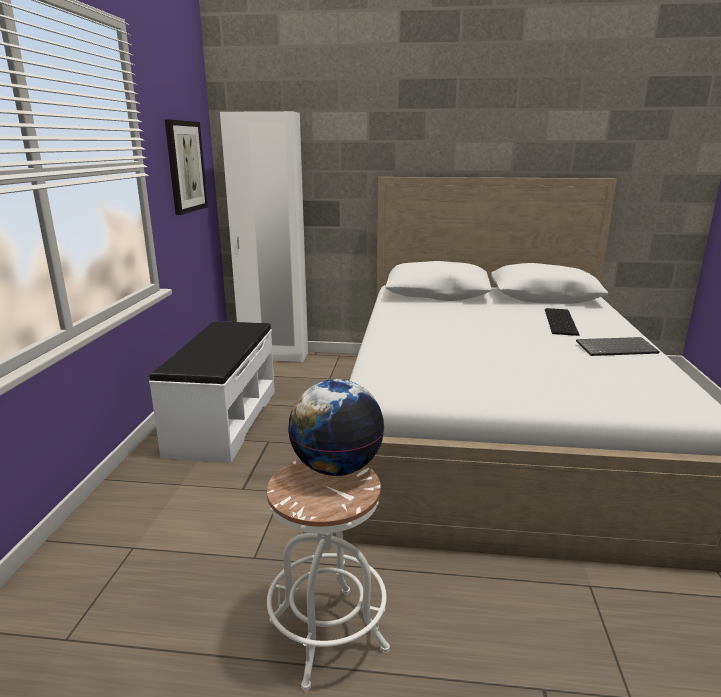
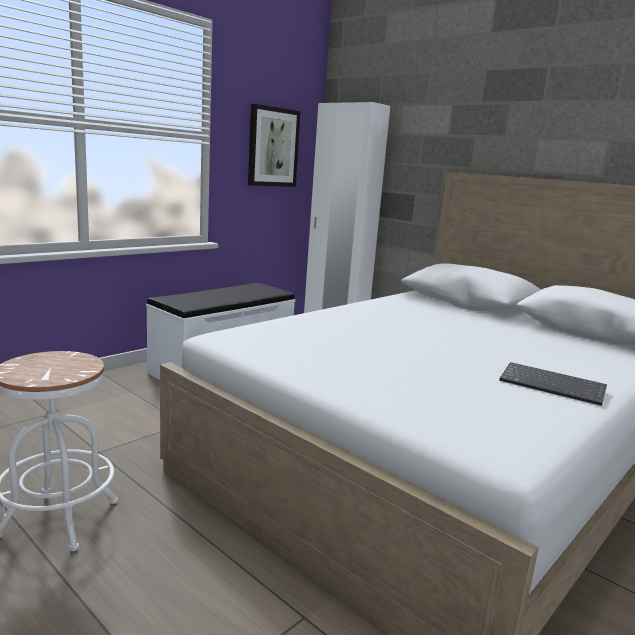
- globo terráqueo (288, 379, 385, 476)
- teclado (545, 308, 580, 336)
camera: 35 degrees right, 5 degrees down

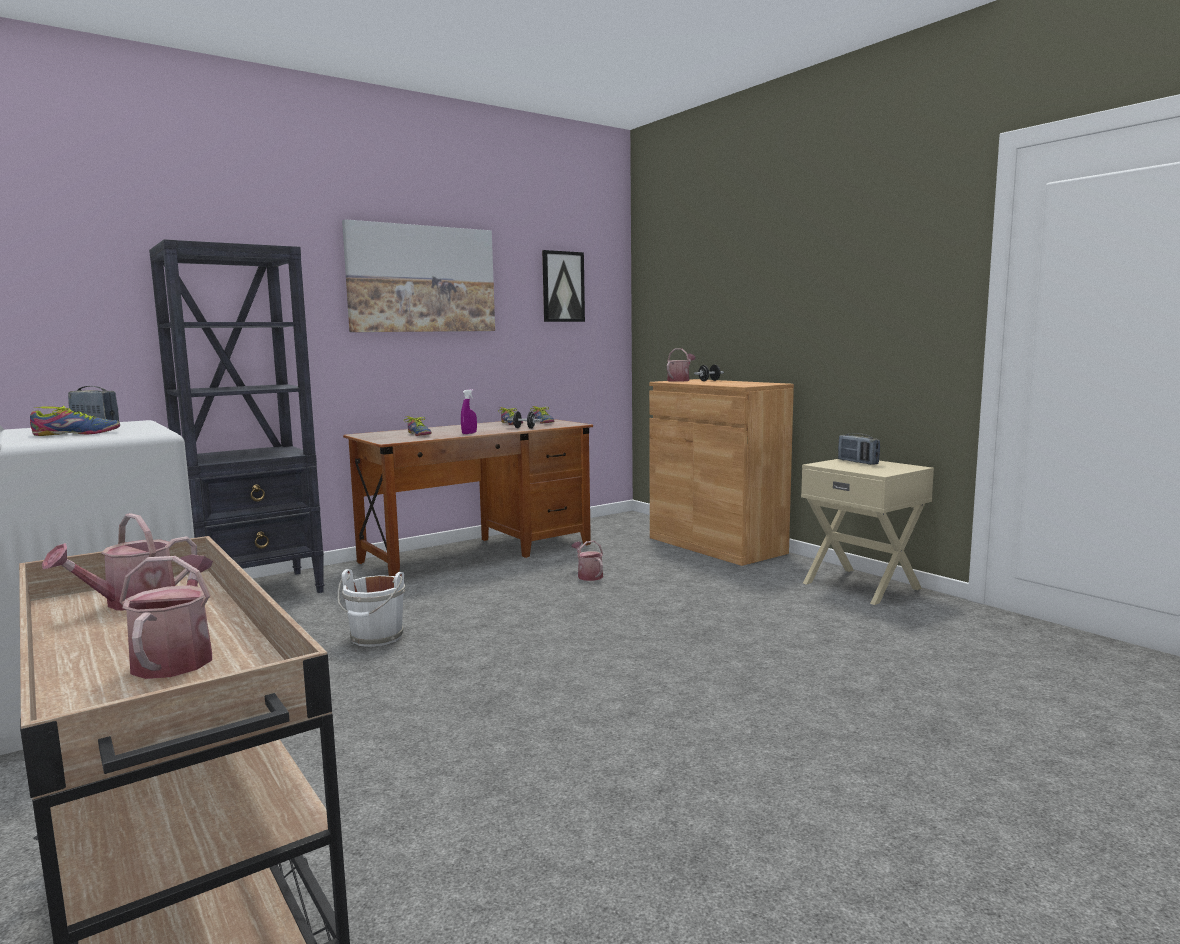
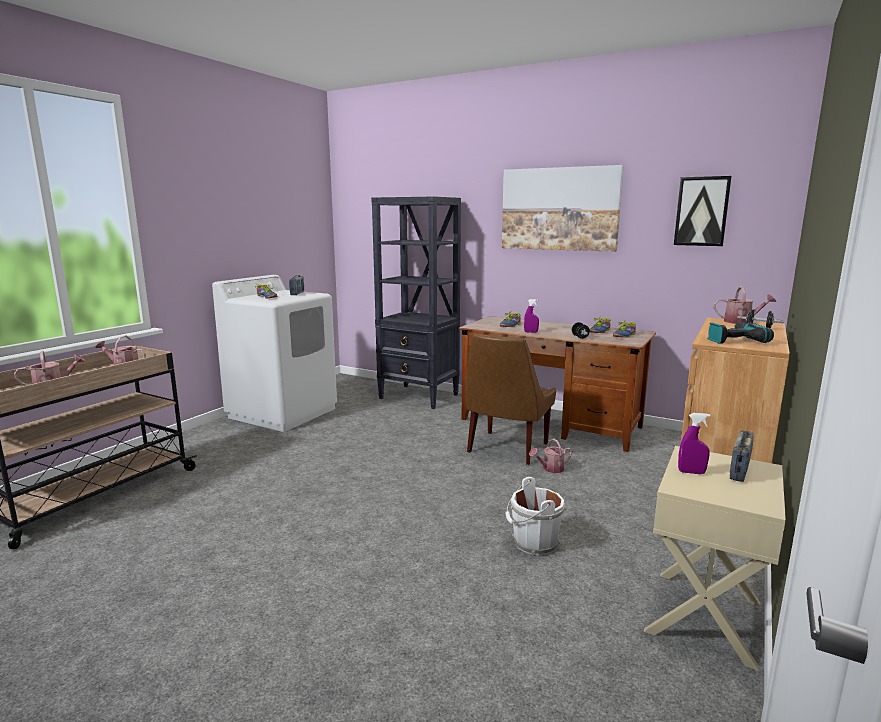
+ silla (marrón) (465, 333, 556, 465)
~ cubo (blanco) (338, 569, 405, 647) to (506, 477, 566, 555)
~ regadera (571, 540, 603, 581) = (529, 439, 572, 473) 150 degrees counterclockwise
+ pulverizador (morado) (678, 413, 711, 474)
+ taladro (707, 322, 774, 344)
camera: 65 degrees right, 5 degrees up

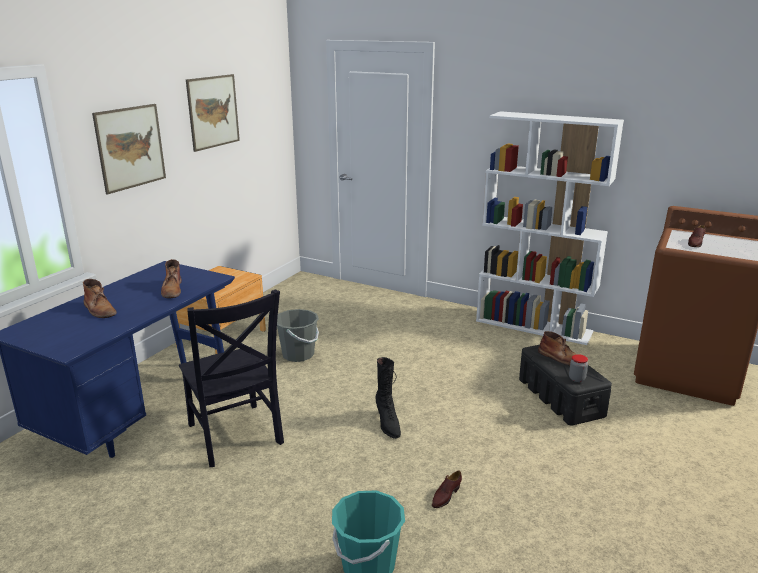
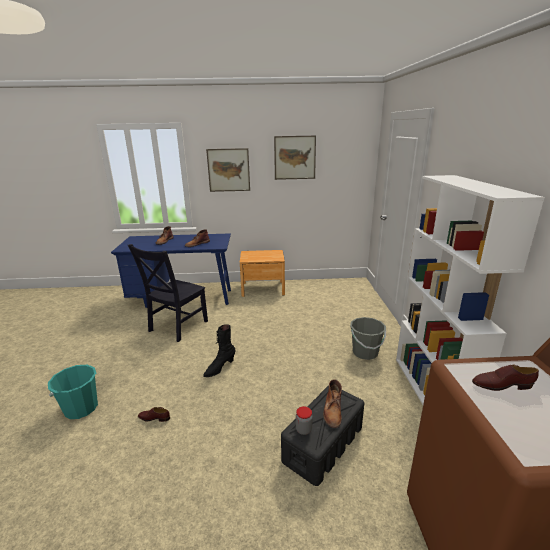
~ cubo (gris) (277, 309, 319, 362) to (350, 317, 386, 360)
camera: 60 degrees right, 0 degrees up

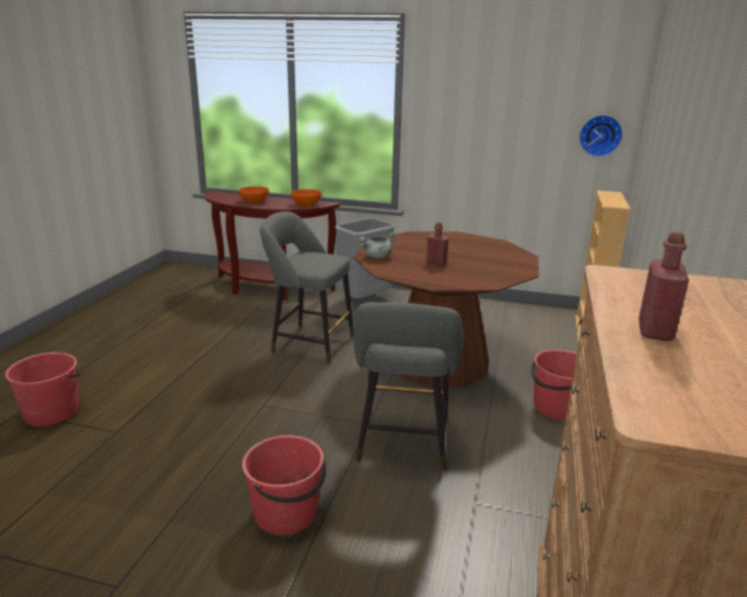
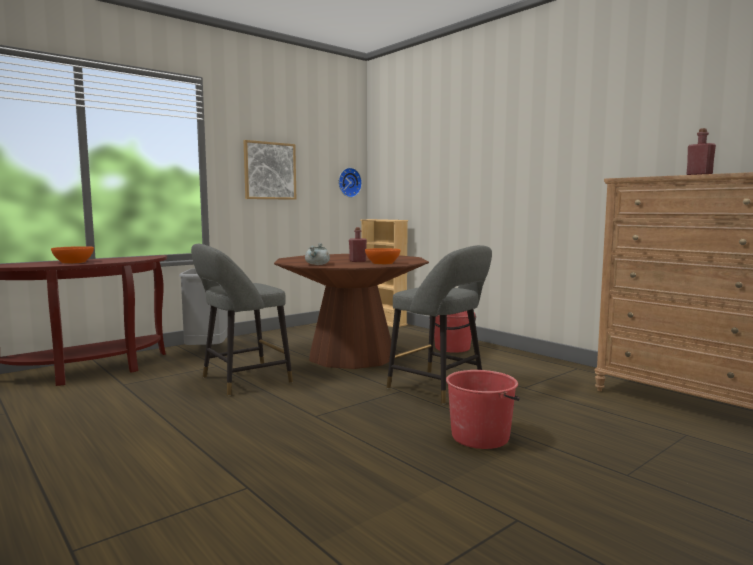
+ cuadro (243, 140, 296, 200)
~ cuenco (naranja) (290, 189, 322, 207) to (365, 248, 400, 264)
- cubo (rojo) (5, 352, 81, 426)
camera: 55 degrees left, 15 degrees down

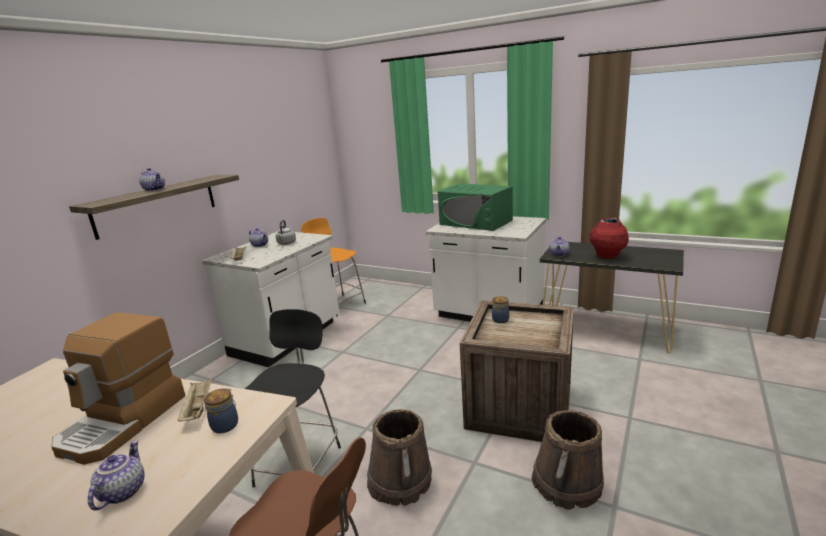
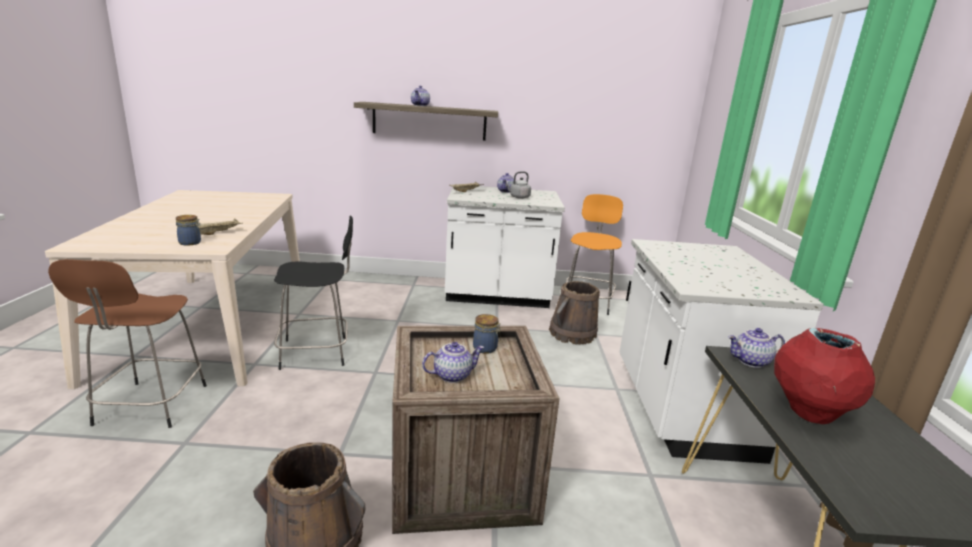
~ tetera (88, 440, 144, 510) to (422, 342, 484, 383)
~ cubo (marrón) (367, 409, 432, 506) to (549, 281, 600, 344)
- cafetera (51, 312, 185, 465)
- microondas (verde) (438, 183, 513, 231)
camera: 60 degrees right, 0 degrees up

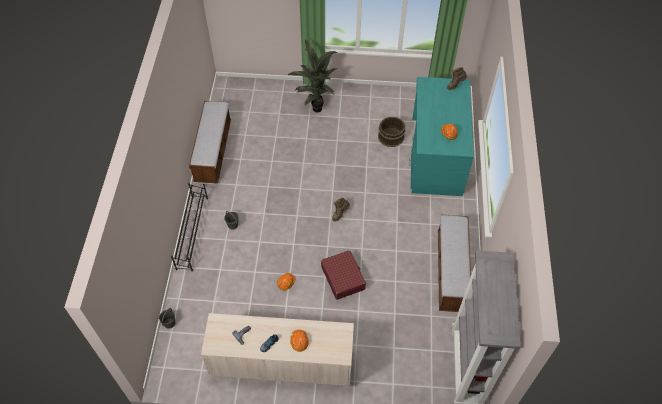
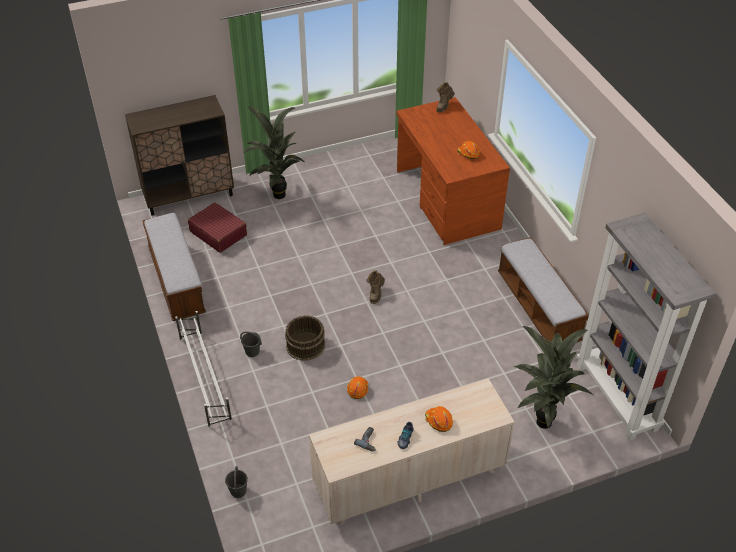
+ armario (marrón) (125, 95, 234, 215)
~ zapatero (negro) (171, 183, 208, 271) to zapatero (blanco) (175, 311, 232, 428)
~ maleta (rojo) (321, 250, 366, 300) to (188, 203, 247, 253)
~ cubo (marrón) (378, 117, 406, 147) to (285, 315, 325, 361)
~ escritorio (turquesa) (409, 77, 474, 196) to escritorio (marrón) (396, 97, 510, 245)
+ planta en maceta (514, 326, 593, 429)
camera: 25 degrees left, 10 degrees down

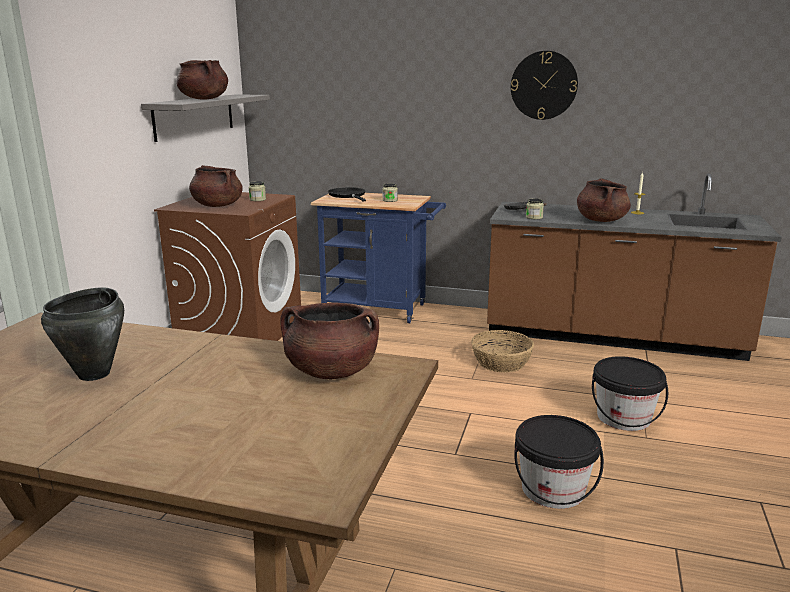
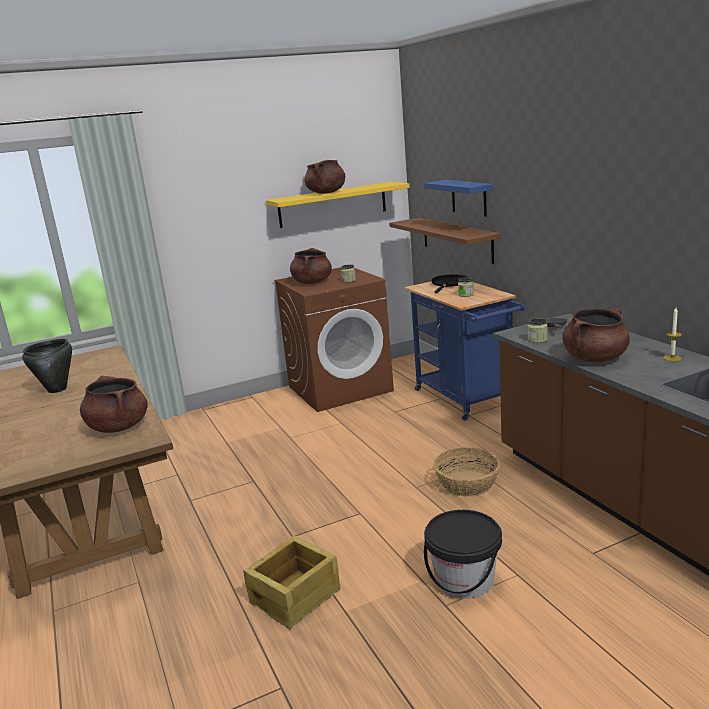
~ cubo (negro) (514, 415, 604, 509) to caja de embalaje (243, 536, 341, 630)
~ estante (gris) (141, 94, 270, 142) to estante (amarillo) (266, 182, 410, 228)
+ estante (marrón) (389, 218, 501, 264)
+ estante (azul) (424, 180, 493, 217)
- reloj de pared (511, 51, 578, 120)
camera: 50 degrees right, 0 degrees up

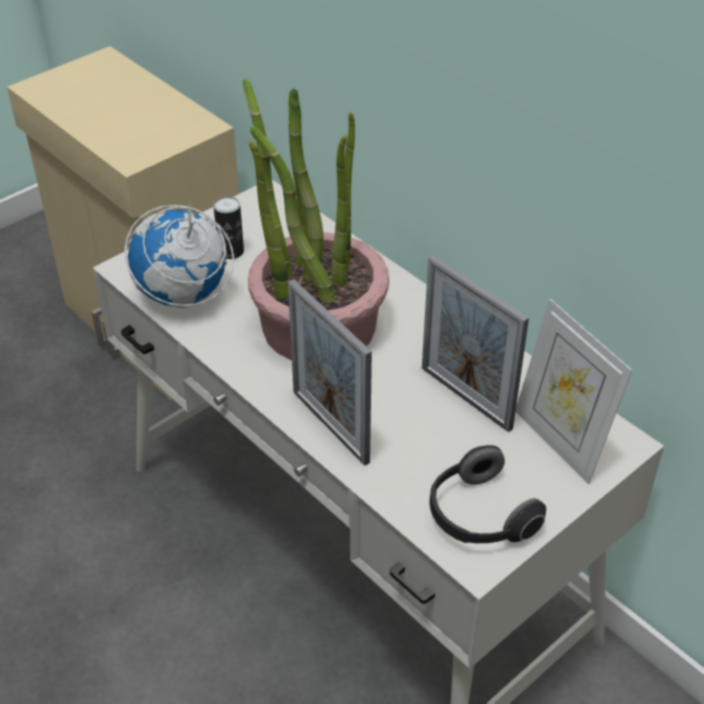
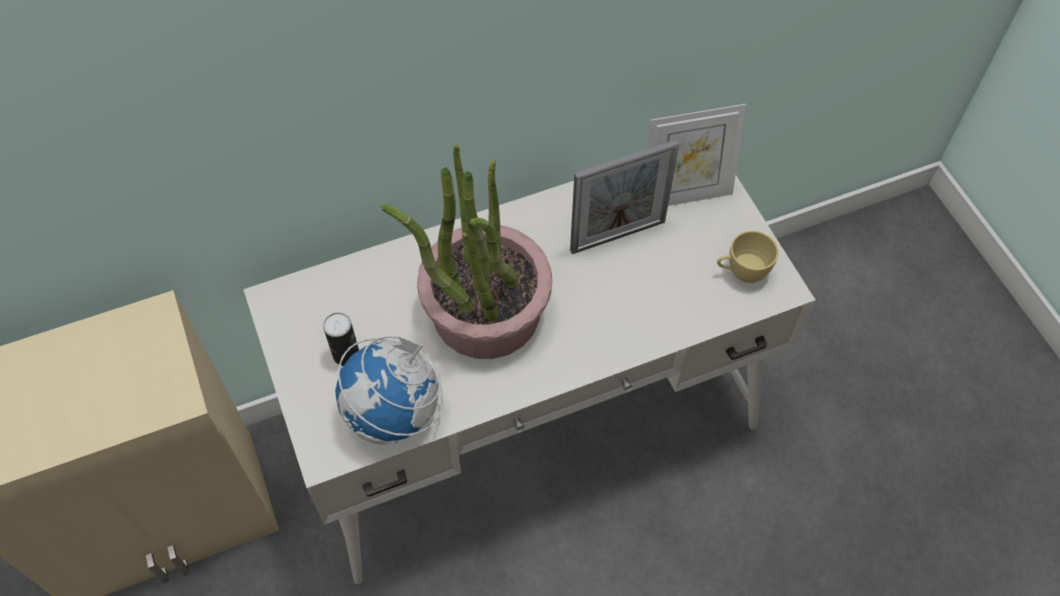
~ auriculares (430, 445, 546, 544) to taza (amarillo) (717, 231, 779, 283)
- portarretratos (288, 279, 372, 466)
camera: 70 degrees left, 15 degrees up

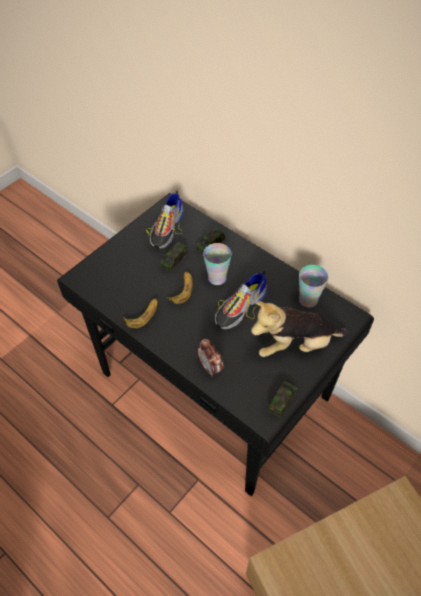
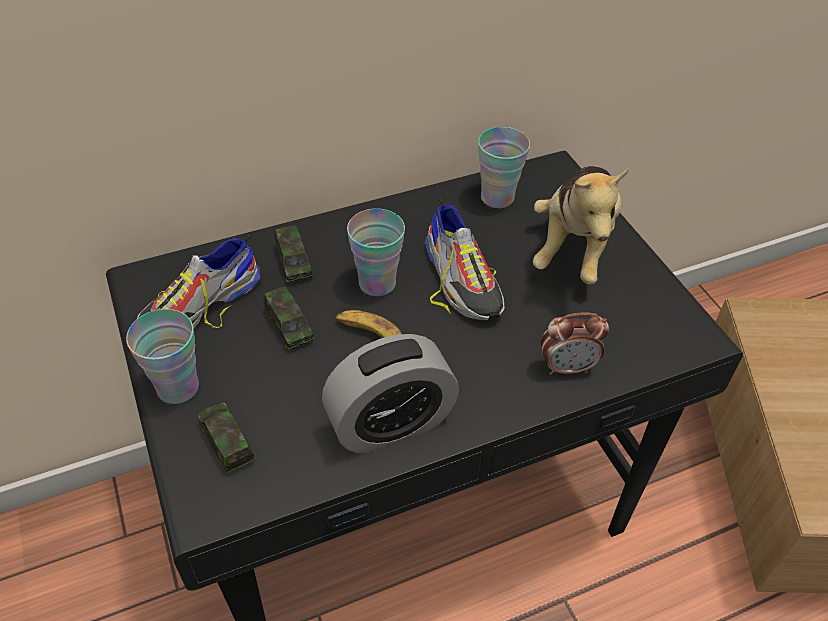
+ taza (126, 309, 199, 404)
~ zapato (146, 190, 184, 249) = (136, 234, 260, 329) 90 degrees clockwise
~ coche de juguete (267, 381, 297, 418) to (197, 402, 255, 474)
~ plátano (123, 298, 158, 328) to despertador (322, 334, 459, 454)
camera: 65 degrees left, 5 degrees down

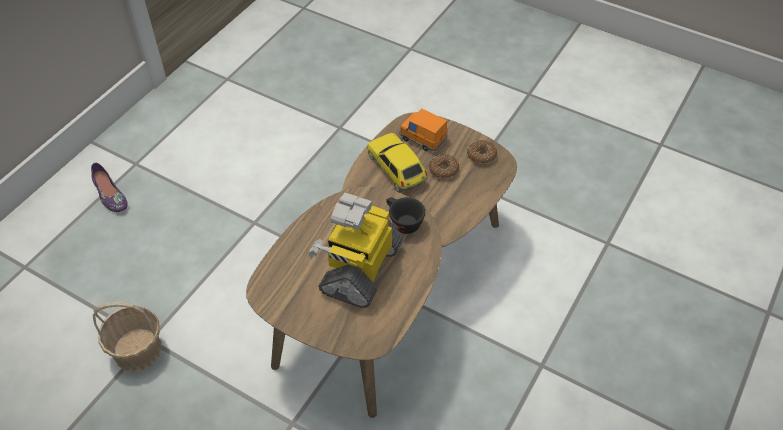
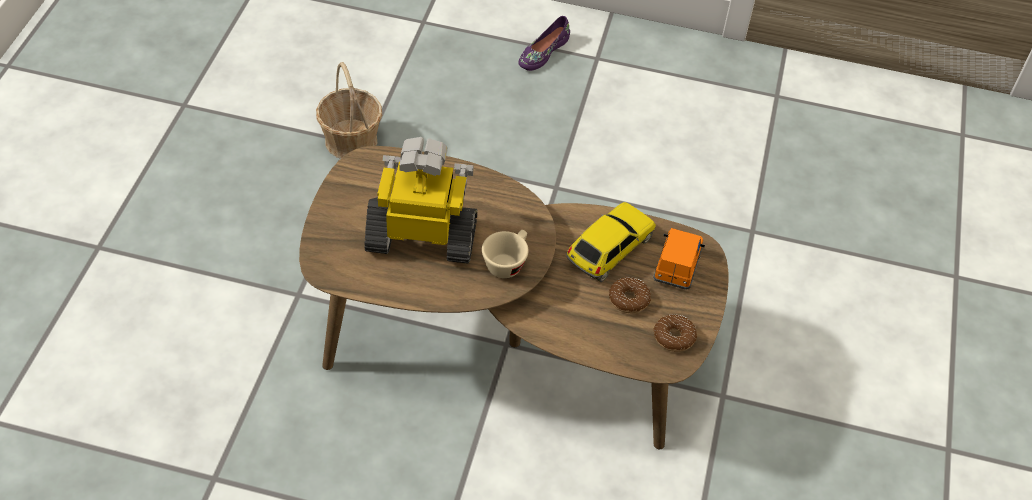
~ taza (negro) (386, 197, 425, 234) to taza (beis) (482, 230, 529, 278)
camera: 70 degrees right, 0 degrees up

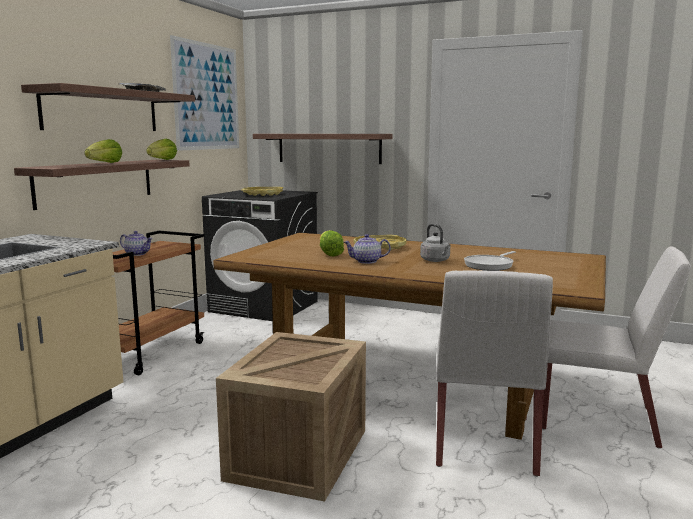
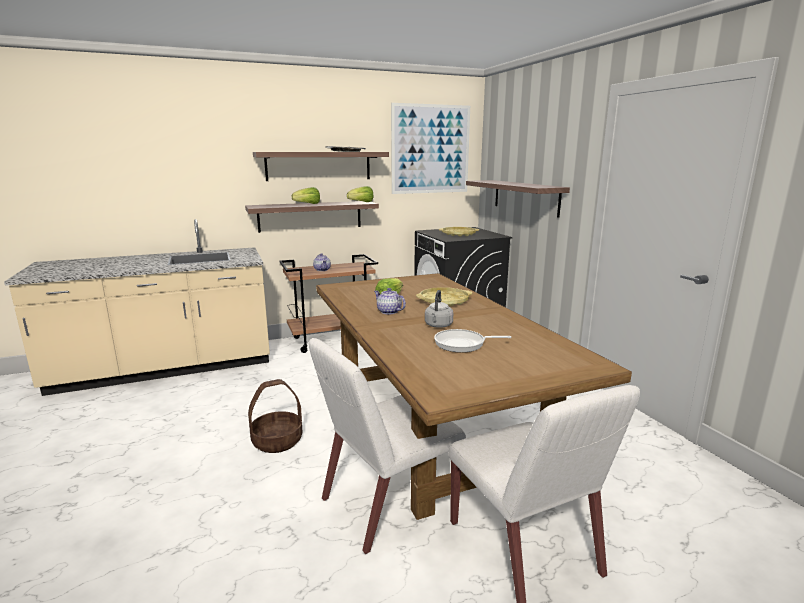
~ caja de embalaje (216, 332, 366, 502) to cesta (248, 379, 302, 453)
camera: 45 degrees right, 5 degrees up

